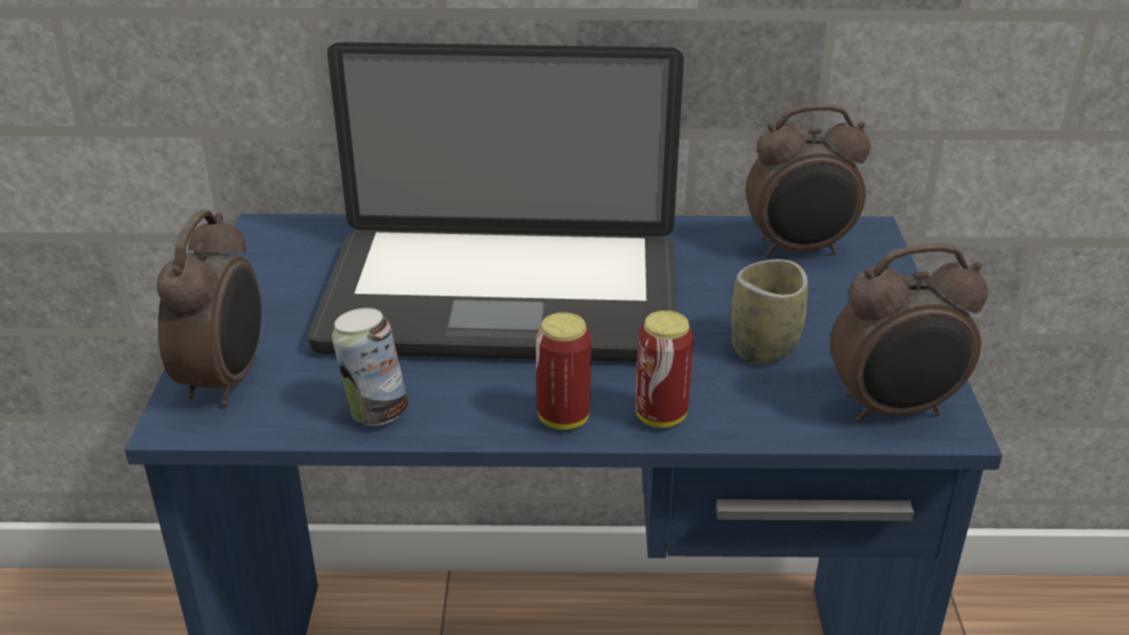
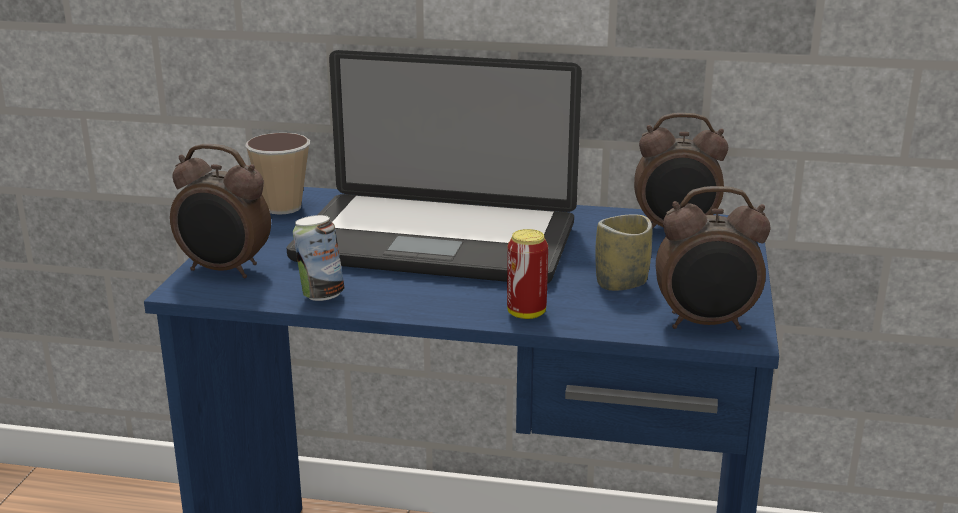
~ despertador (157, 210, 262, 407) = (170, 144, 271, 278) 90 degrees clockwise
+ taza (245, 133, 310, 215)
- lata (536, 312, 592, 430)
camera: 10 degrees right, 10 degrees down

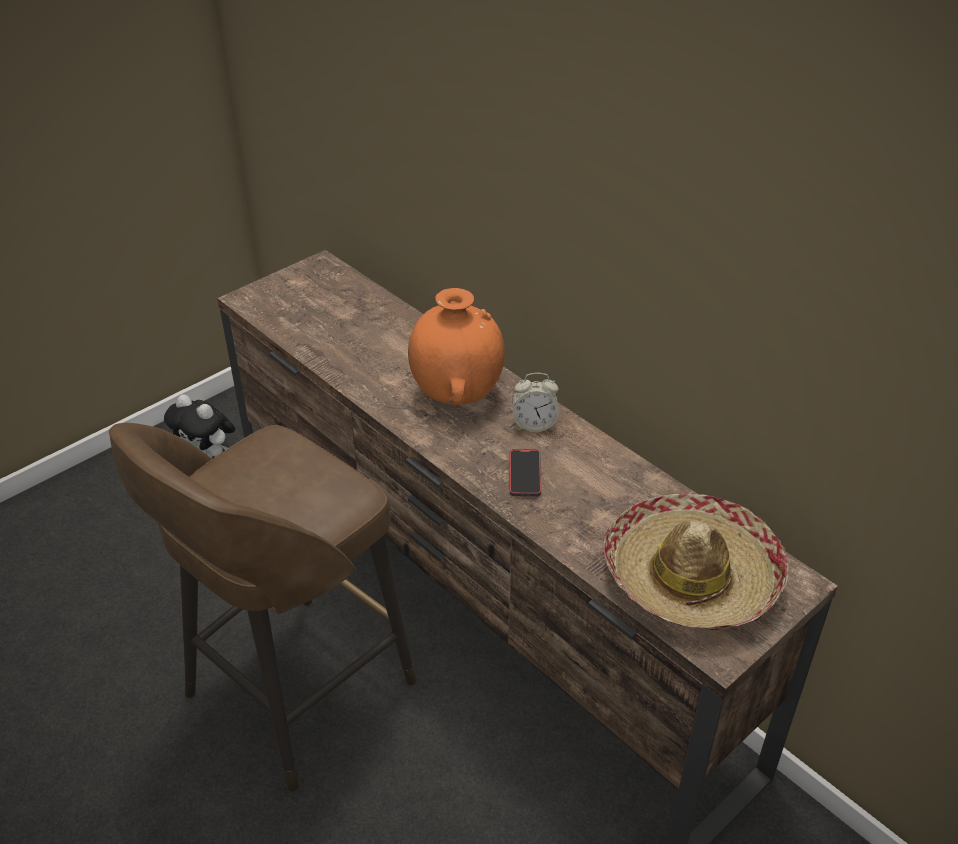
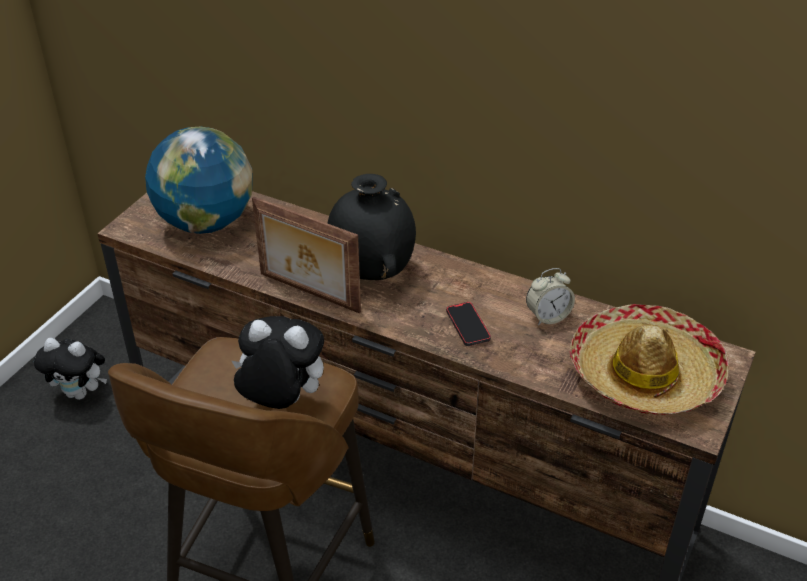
+ globo terráqueo (145, 127, 252, 234)
+ peluche (232, 316, 324, 409)
+ portarretratos (252, 196, 361, 313)
~ florero (naranja) (408, 288, 505, 405) to florero (negro) (327, 174, 416, 280)
~ despertador (512, 373, 560, 432) to (526, 268, 575, 326)
camera: 20 degrees left, 0 degrees up

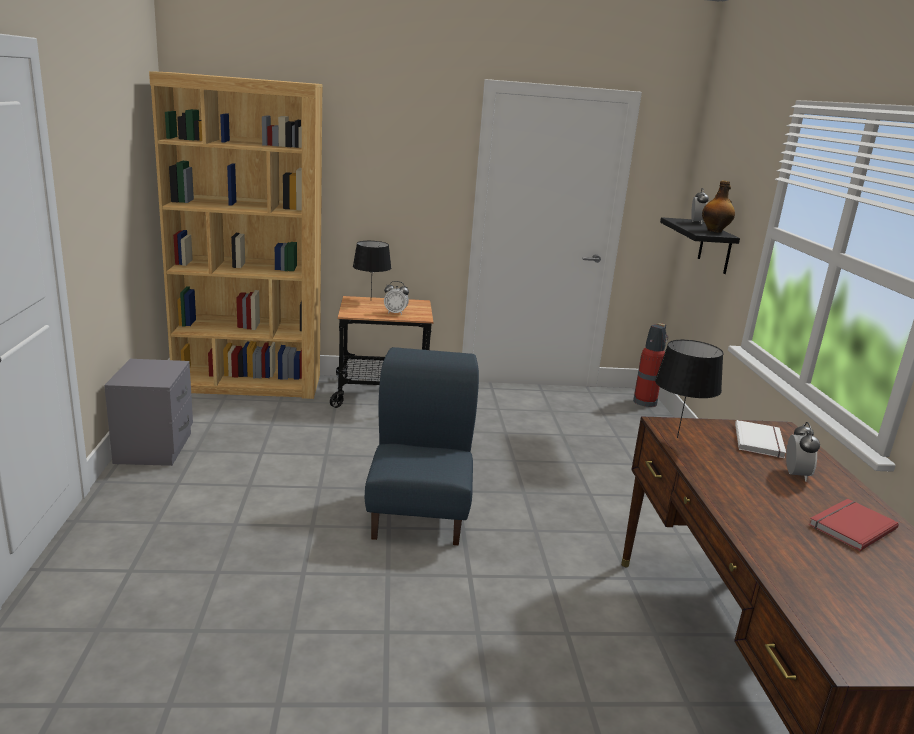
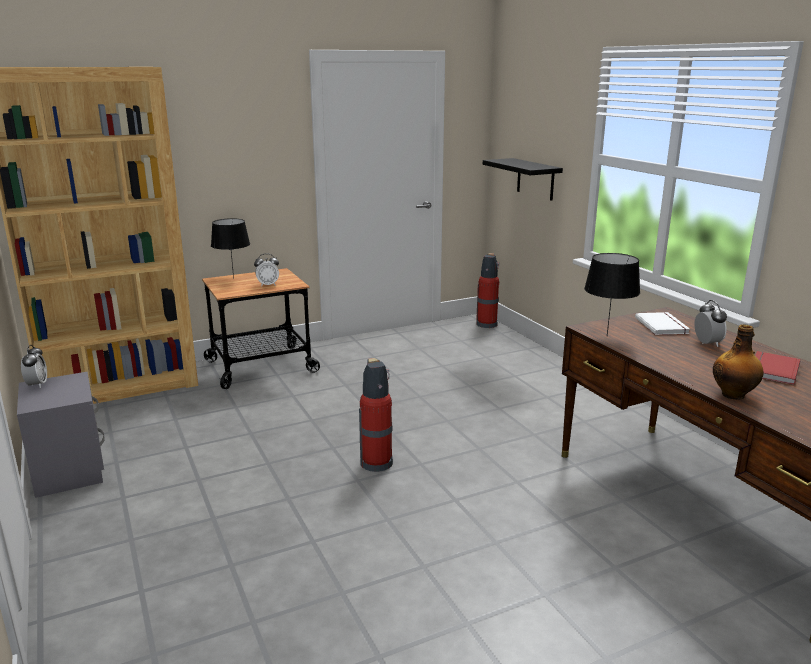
~ despertador (691, 188, 709, 224) to (21, 345, 47, 388)
~ silla (azul) (364, 347, 479, 545) to extintor (359, 358, 393, 472)
~ botella (702, 180, 735, 233) to (713, 324, 763, 400)
camera: 20 degrees left, 0 degrees up

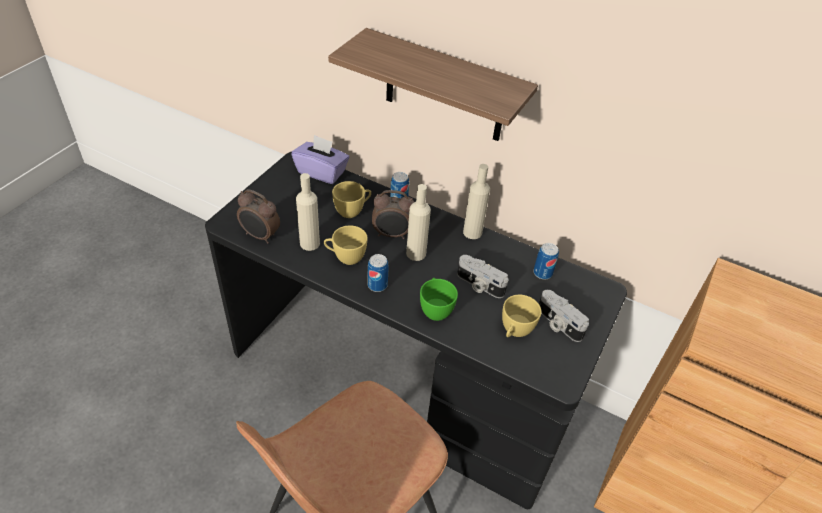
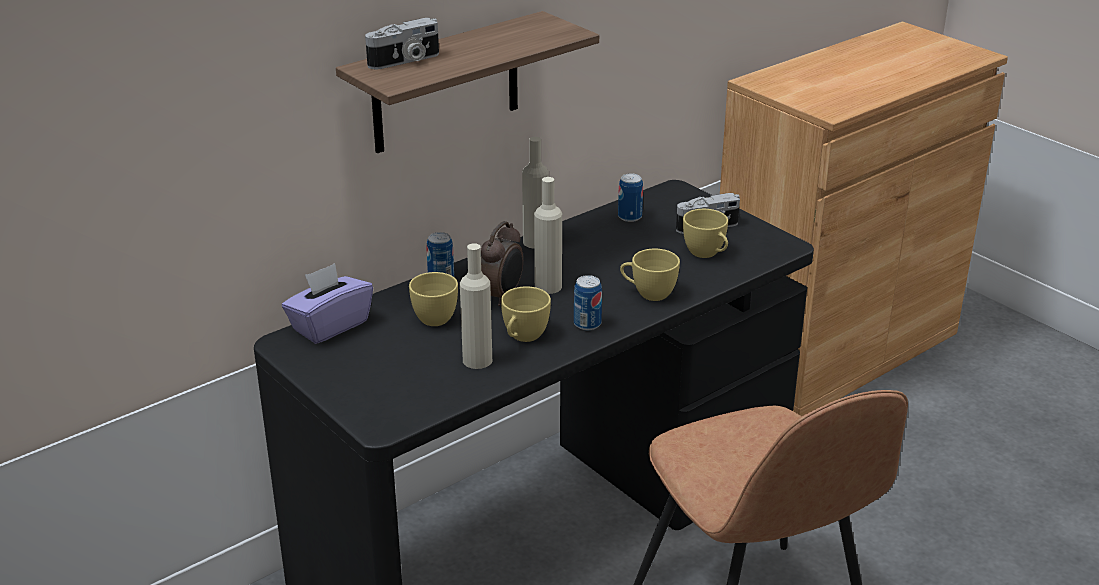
~ cámara (457, 255, 508, 298) to (365, 18, 439, 69)
~ taza (verde) (420, 278, 458, 321) to taza (amarillo) (620, 249, 680, 301)
- despertador (237, 189, 280, 244)
camera: 65 degrees left, 15 degrees down

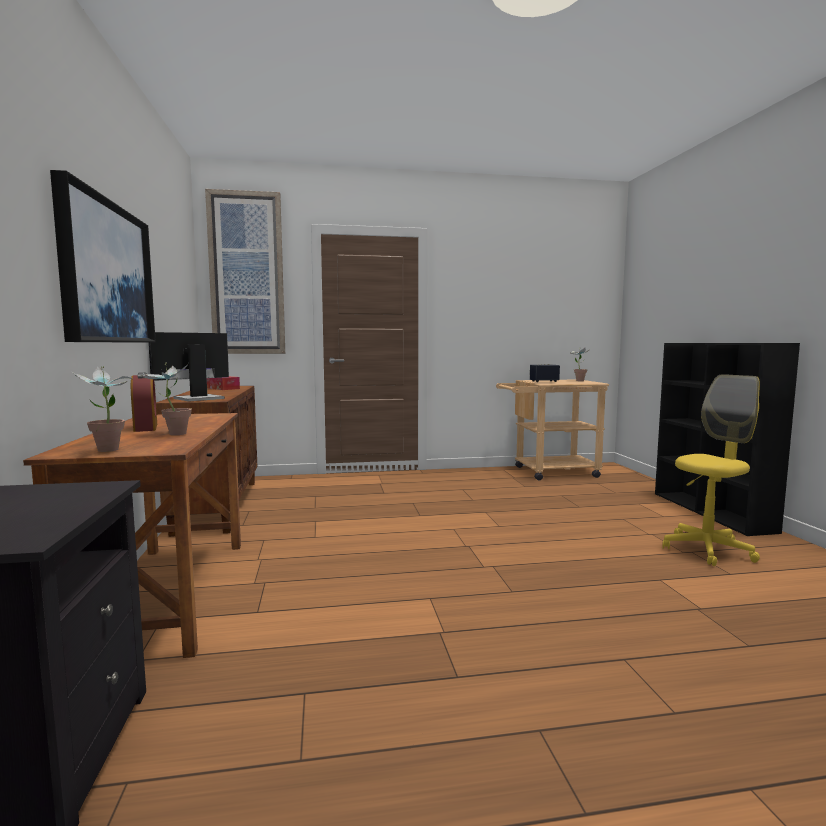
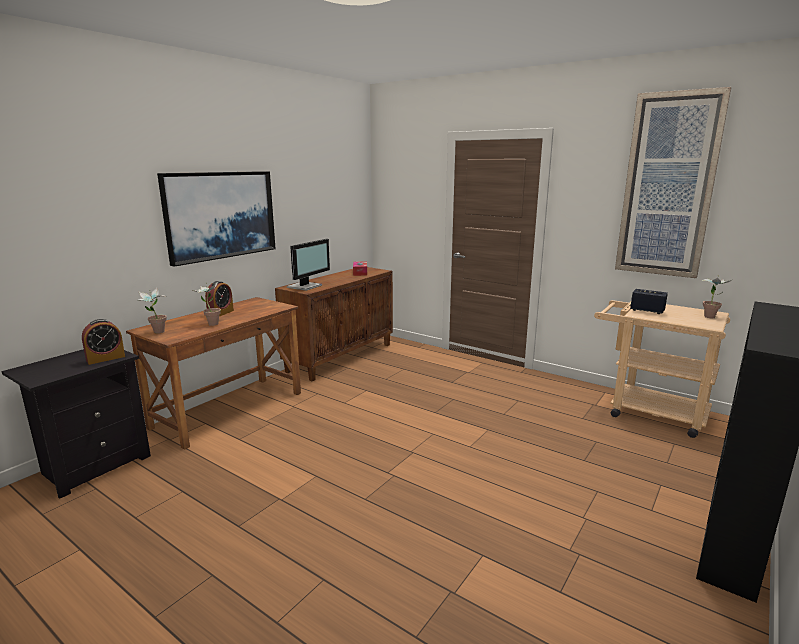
+ despertador (82, 319, 125, 365)
~ monitor (148, 332, 229, 402) = (287, 239, 330, 291) 120 degrees clockwise
~ cuadro (205, 189, 285, 354) to (615, 87, 731, 278)
- silla de oficina (amarillo) (662, 374, 760, 566)
camera: 45 degrees right, 10 degrees up

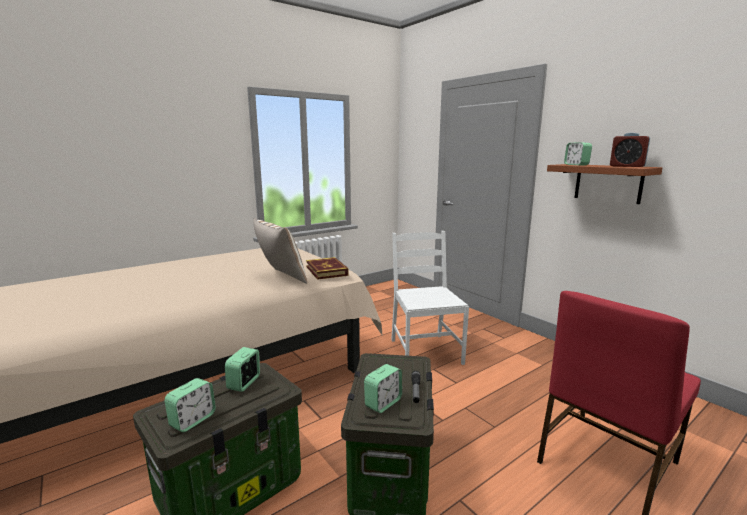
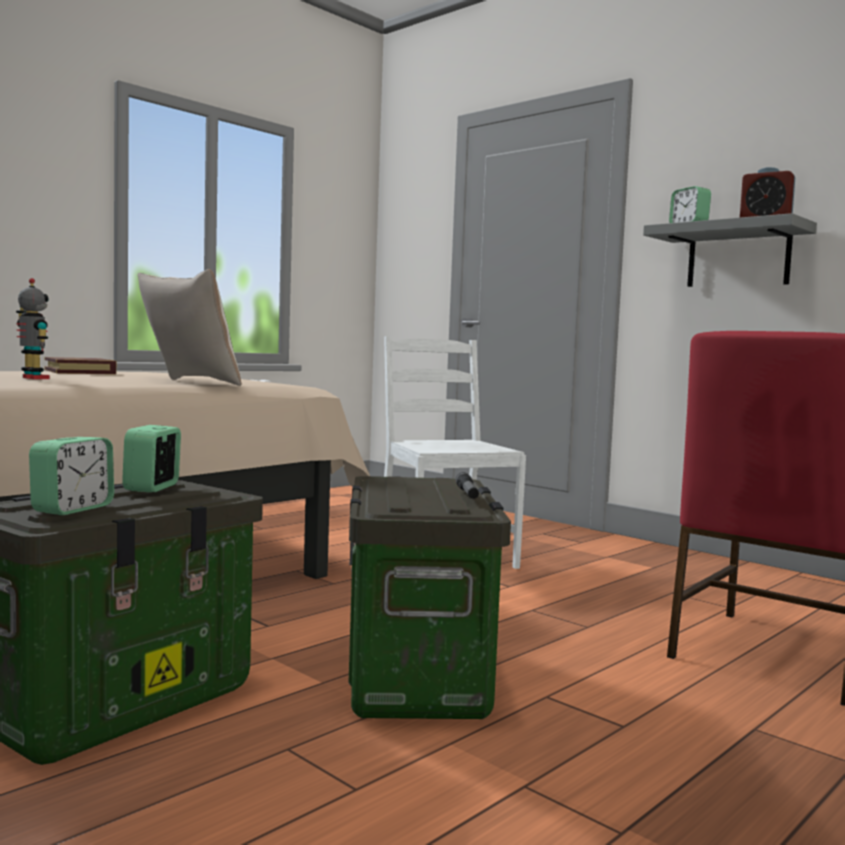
+ robot de juguete (16, 278, 49, 379)
~ libro (306, 257, 349, 280) to (44, 357, 116, 374)
~ estante (marrón) (547, 164, 663, 204) to estante (gris) (643, 213, 817, 287)
- despertador (364, 364, 402, 413)
camera: 10 degrees left, 10 degrees down

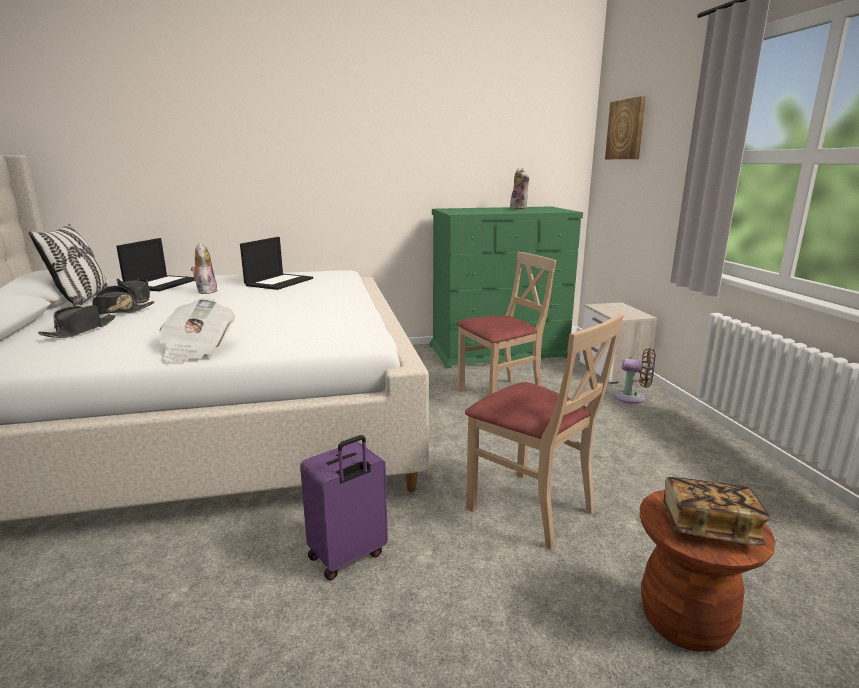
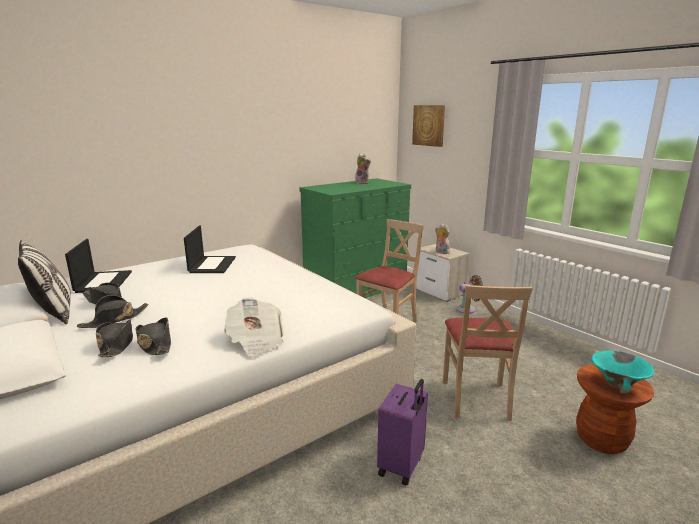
+ sombrero (negro) (136, 317, 171, 355)
~ peluche (190, 242, 218, 294) to (435, 224, 450, 254)
~ silla (beis) (465, 313, 624, 550) = (443, 285, 533, 421) 75 degrees clockwise
~ libro (664, 477, 771, 546) to cuenco (turquesa) (592, 351, 654, 394)
camera: 25 degrees left, 0 degrees up

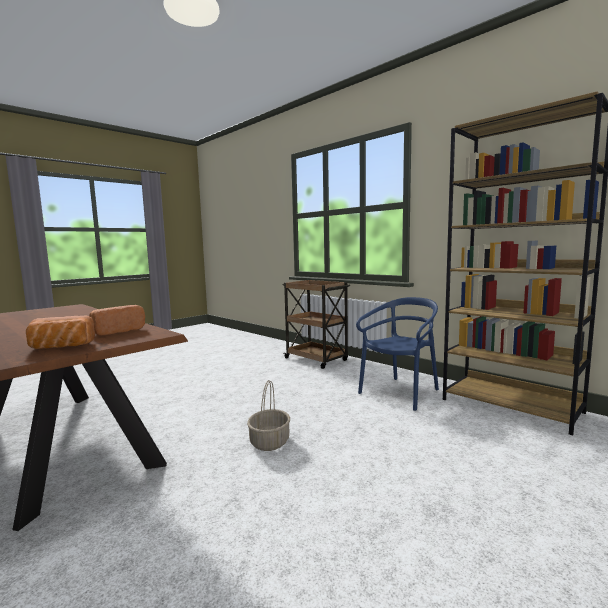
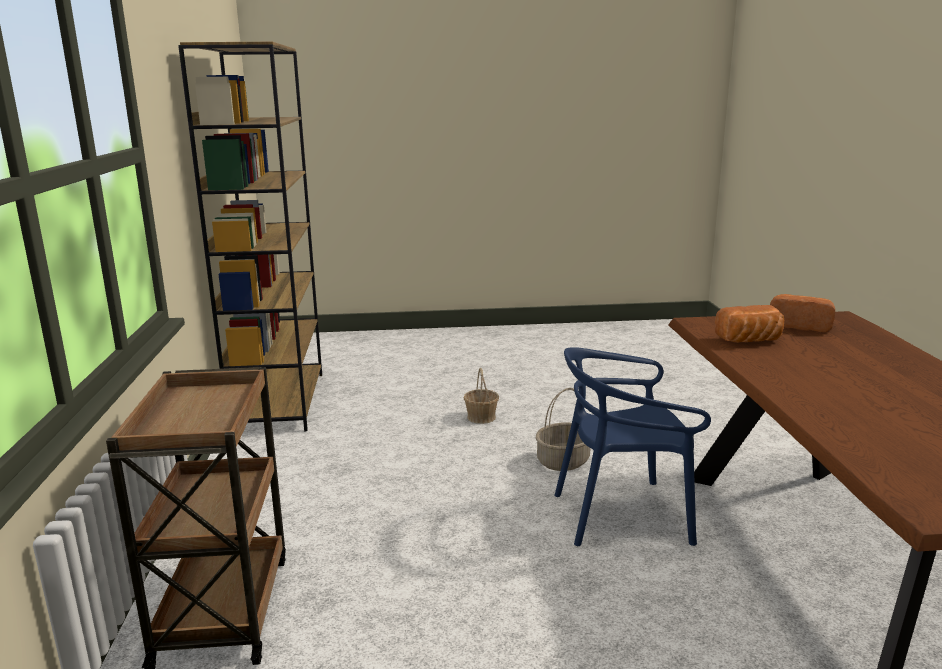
+ cesta (464, 368, 499, 424)
~ silla (azul) (356, 297, 439, 411) to (554, 347, 711, 546)
camera: 140 degrees left, 10 degrees up

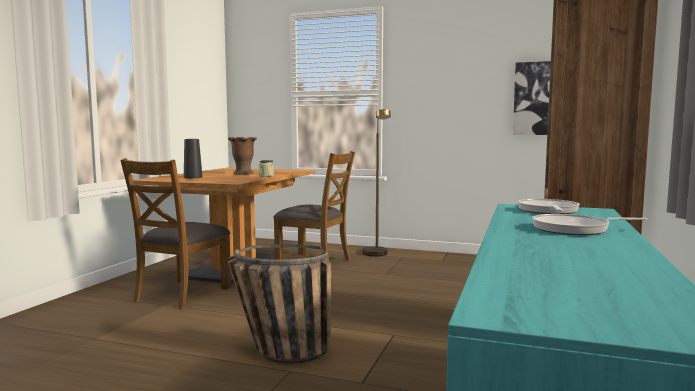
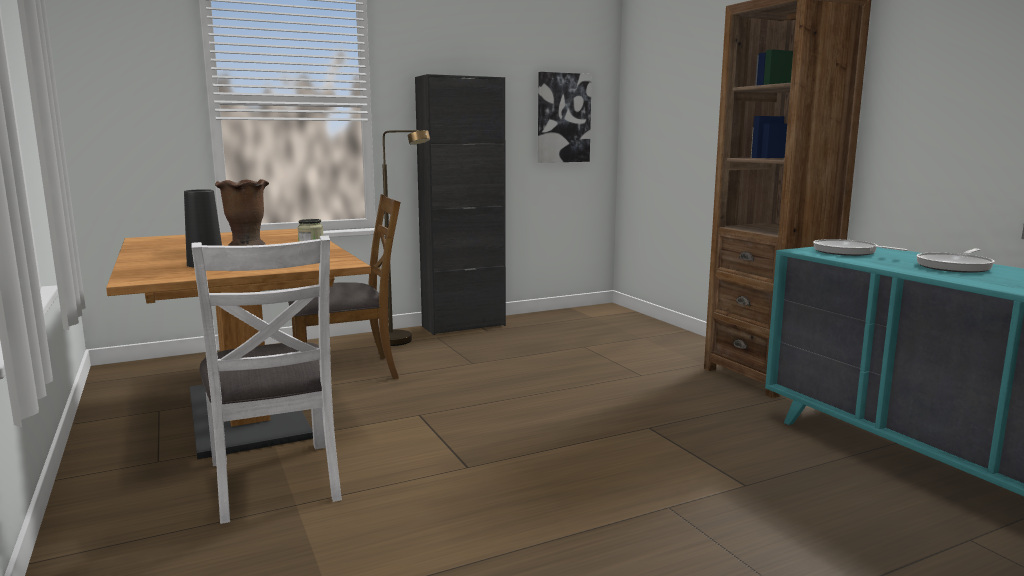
~ silla (marrón) (120, 158, 231, 310) to silla (blanco) (191, 236, 342, 524)
+ armario (negro) (415, 74, 506, 335)
- cesta (227, 245, 331, 364)
camera: 45 degrees left, 5 degrees up

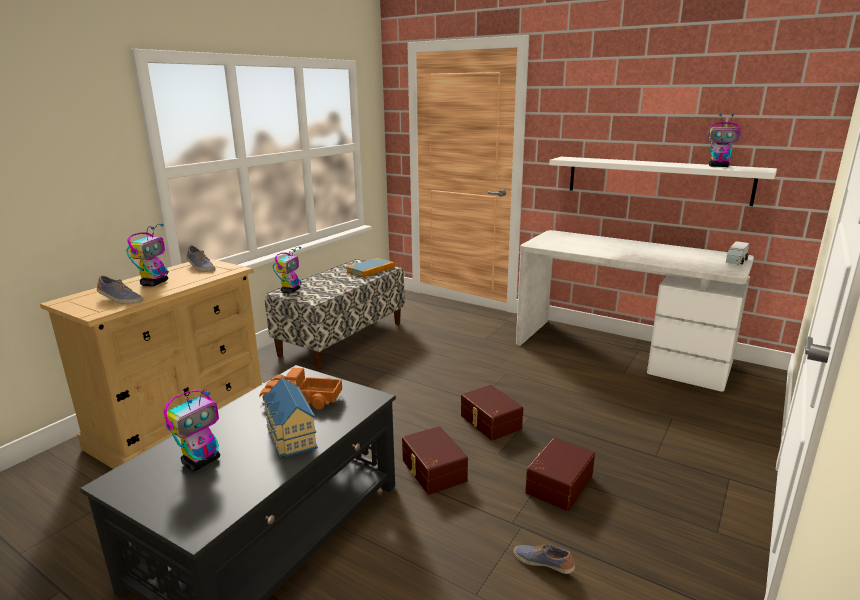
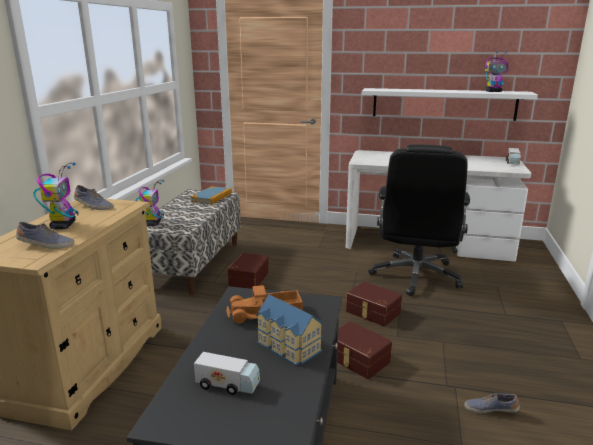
~ robot de juguete (164, 390, 220, 471) to camión de juguete (194, 352, 260, 395)
~ caja de almacenaje (marrón) (525, 438, 595, 511) to (227, 253, 269, 289)
+ silla de oficina (negro) (368, 144, 470, 296)
camera: 20 degrees left, 0 degrees up

